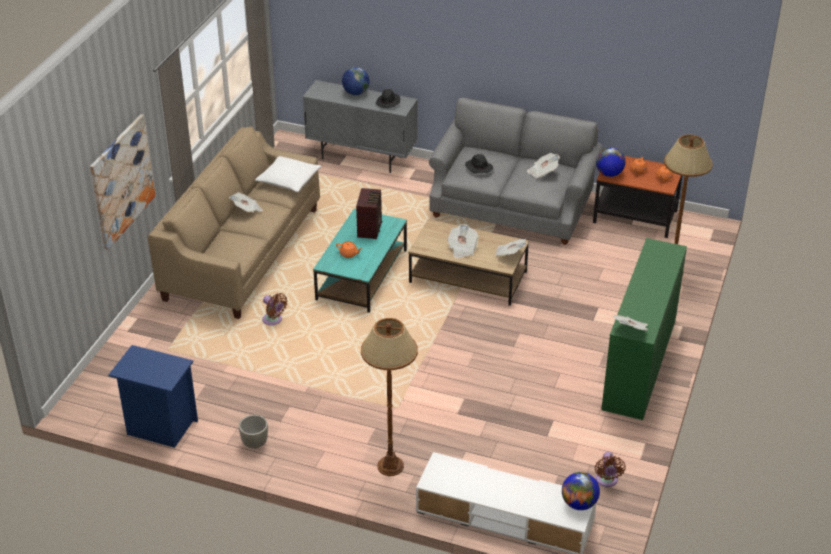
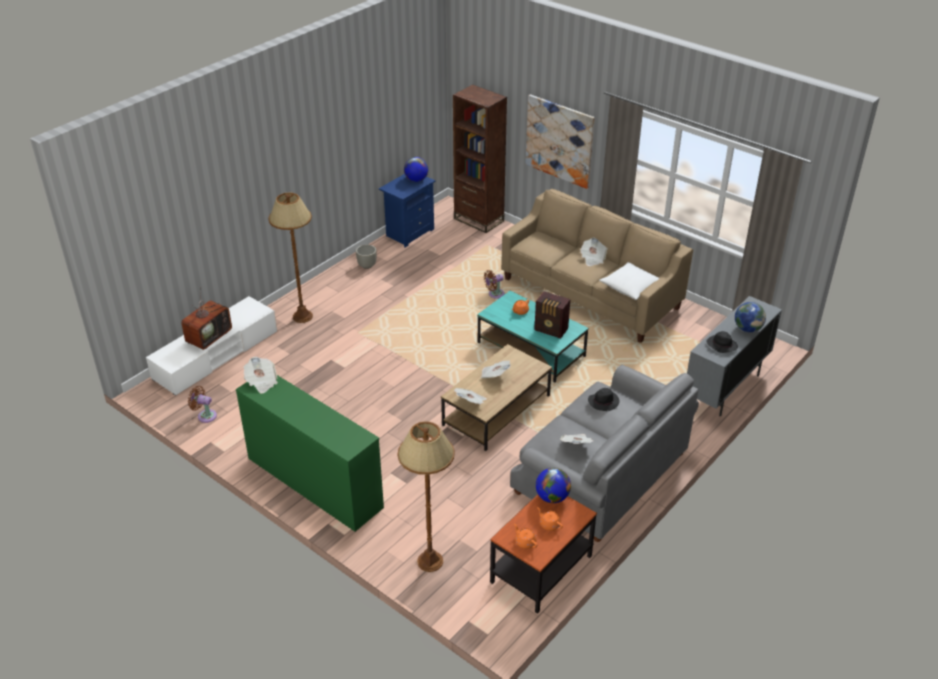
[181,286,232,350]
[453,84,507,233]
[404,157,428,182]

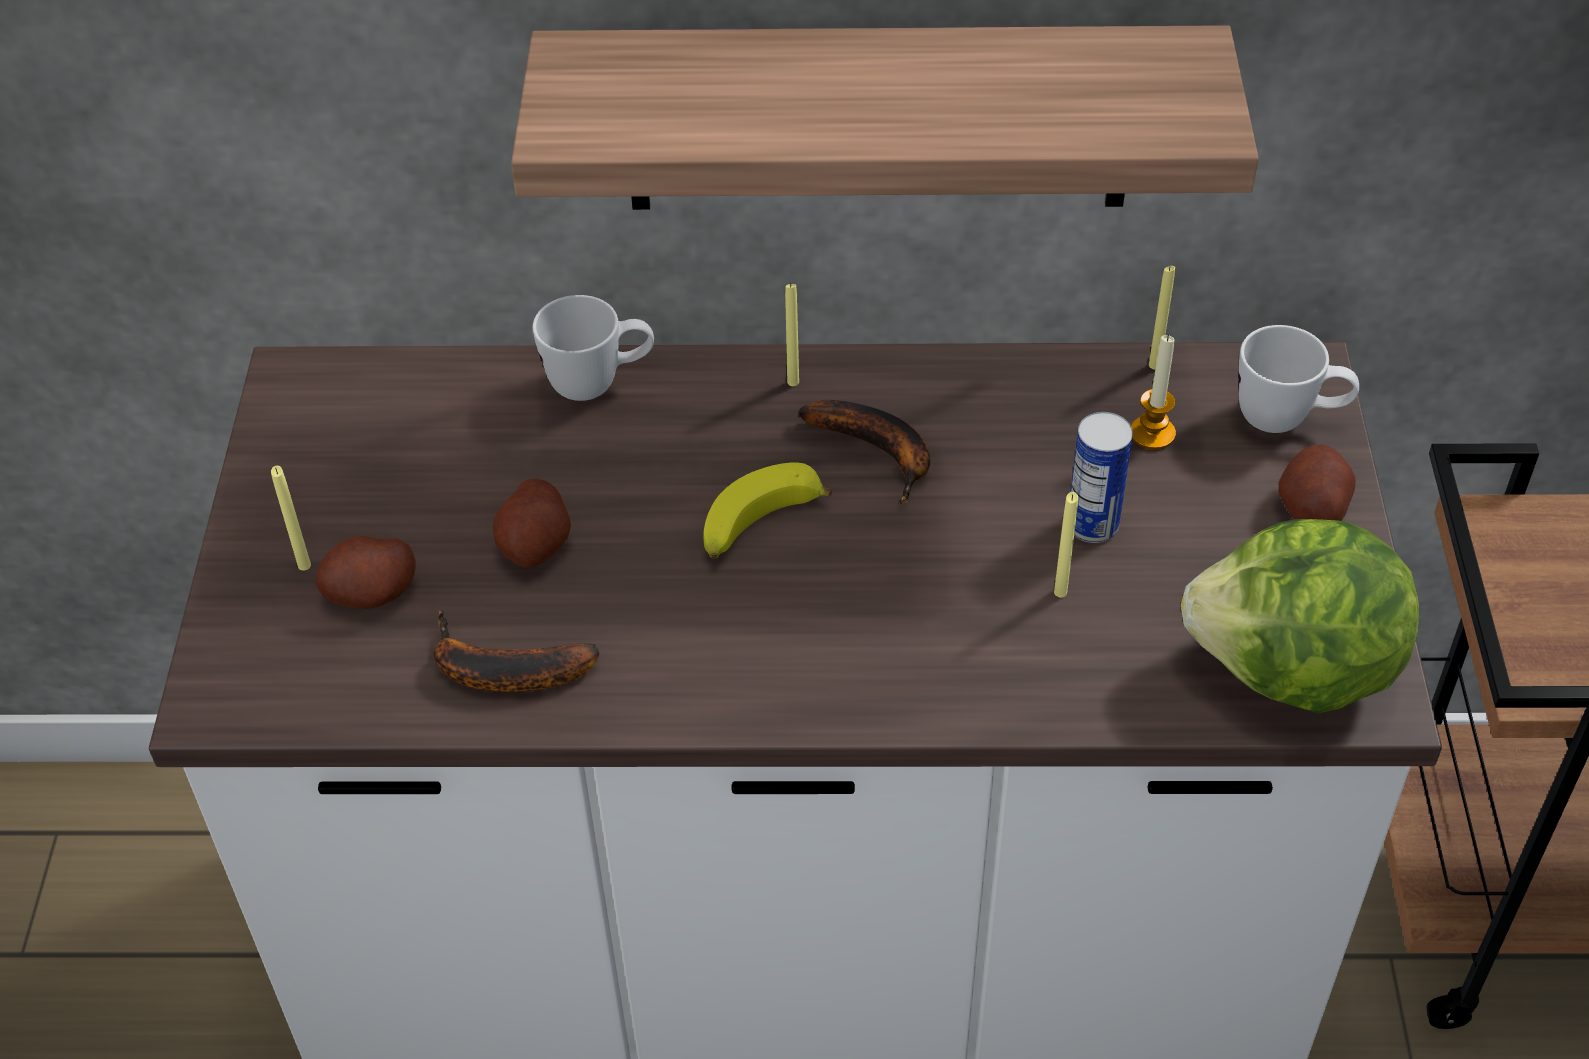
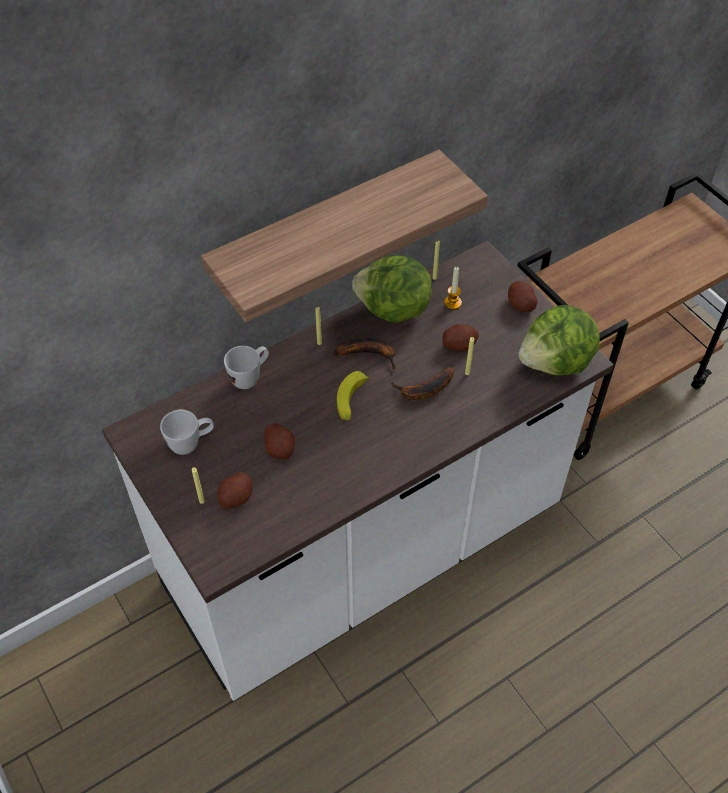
[352,255,432,323]
[391,365,454,400]
[160,410,214,455]
[442,324,479,351]

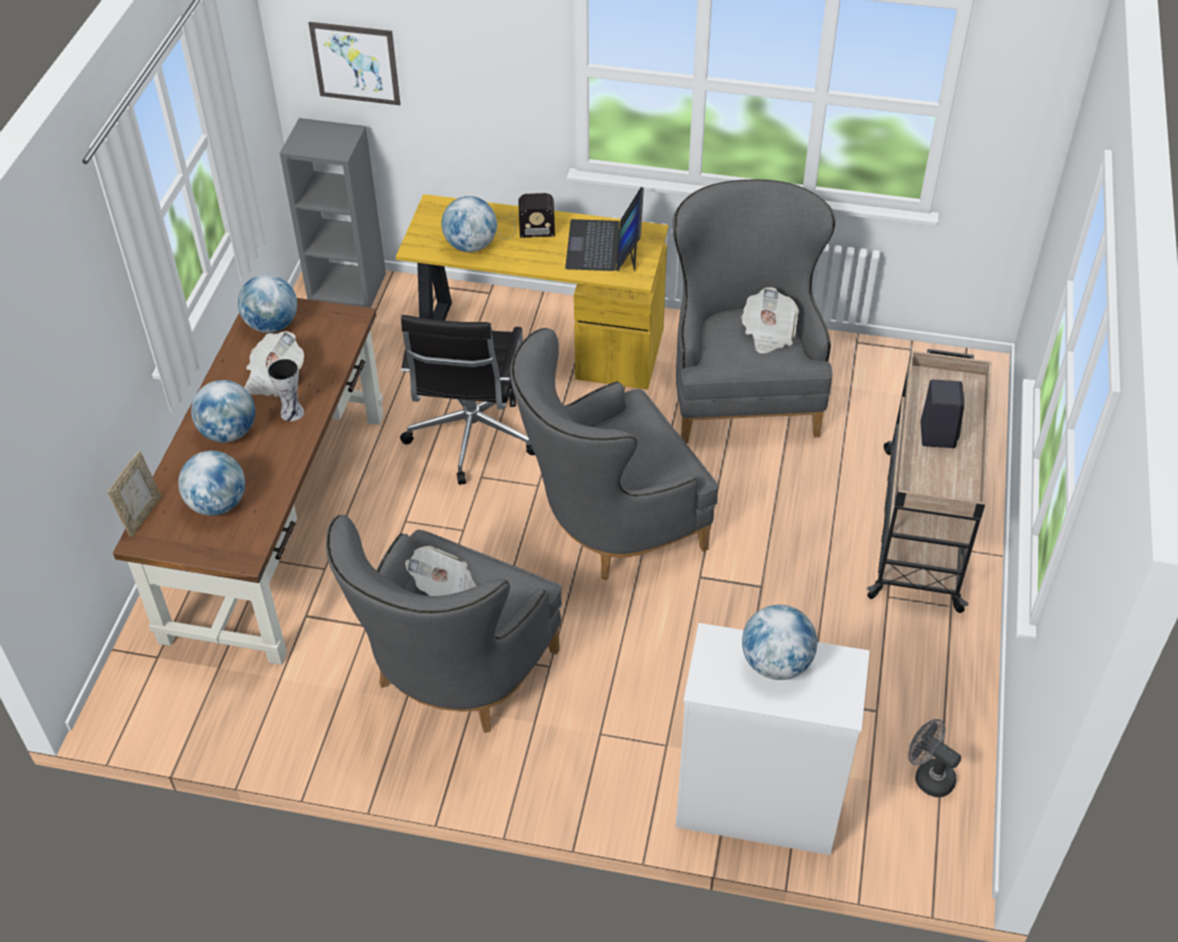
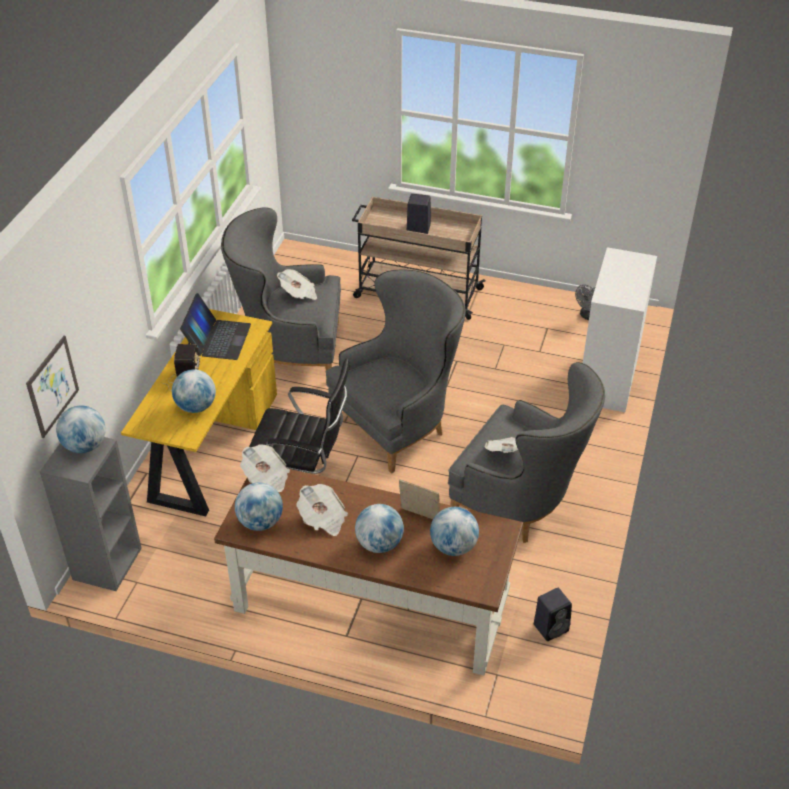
[267,358,304,421] (first image)
[240,444,290,492]
[534,588,572,641]
[399,479,440,519]
[56,406,106,453]
[326,270,466,474]
[180,293,251,360]

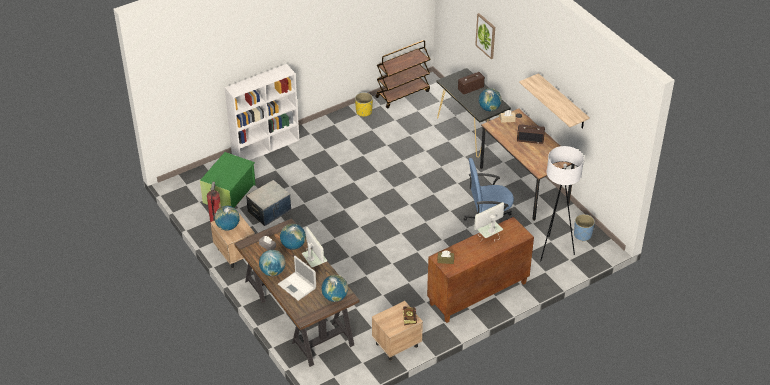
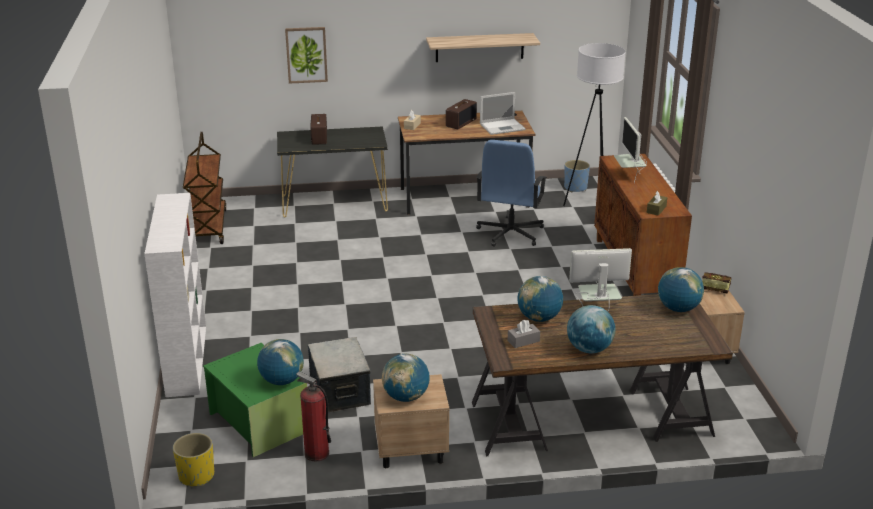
[480,92,526,135]
[173,433,214,486]
[257,339,304,385]

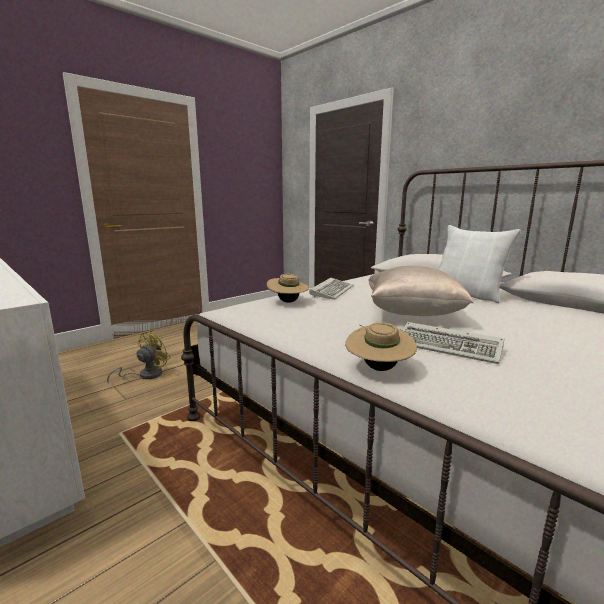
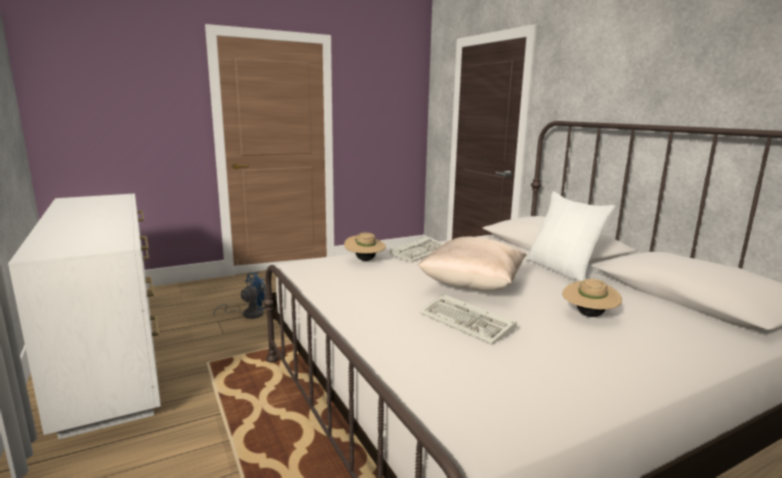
[562,279,622,317]
[213,272,266,319]

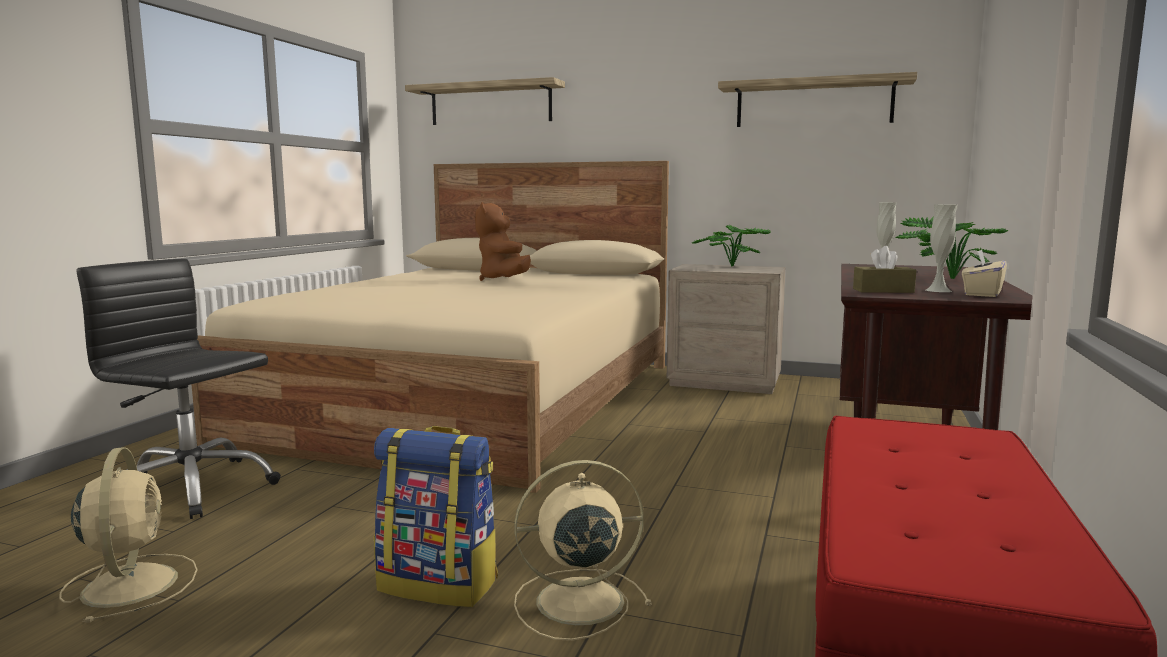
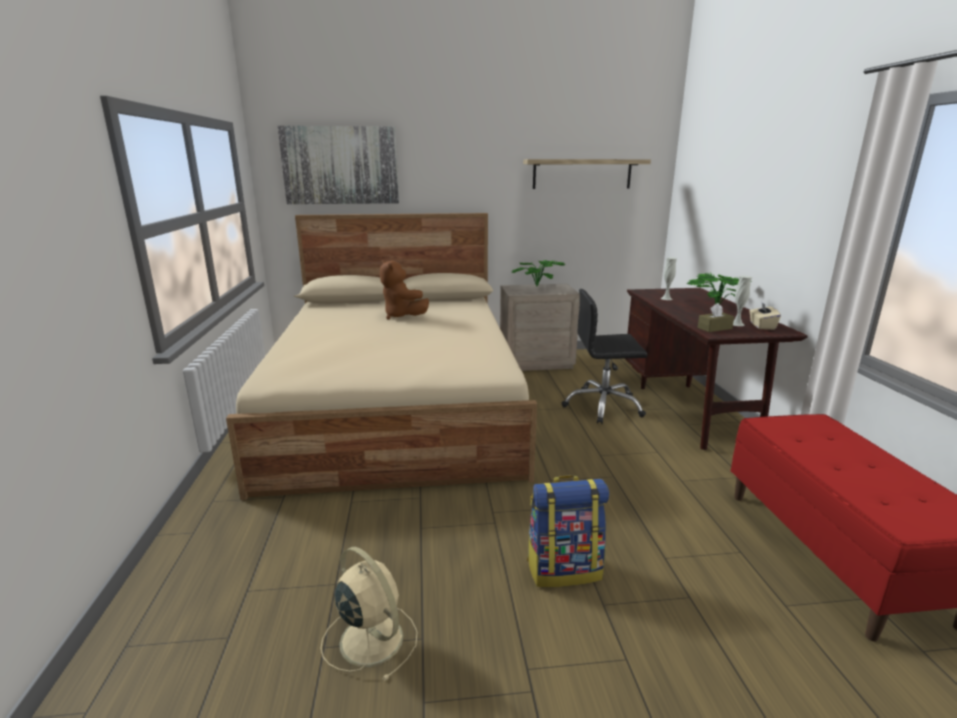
[514,460,652,641] (first image)
[562,289,647,424]
[278,126,399,204]

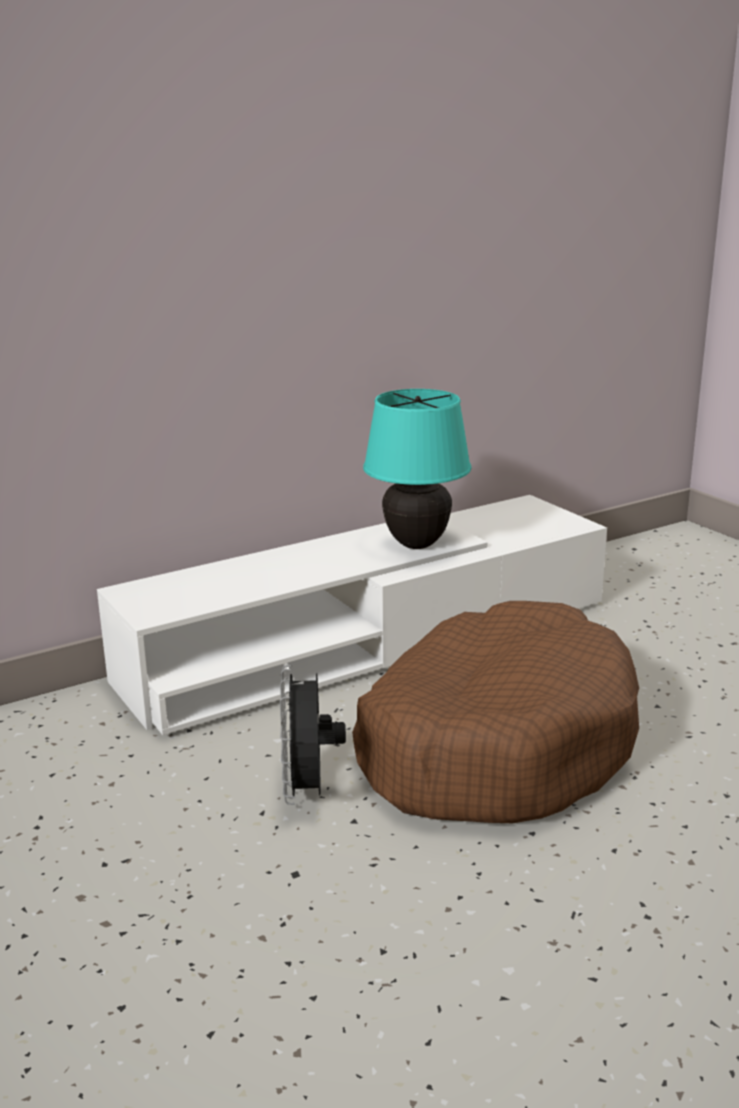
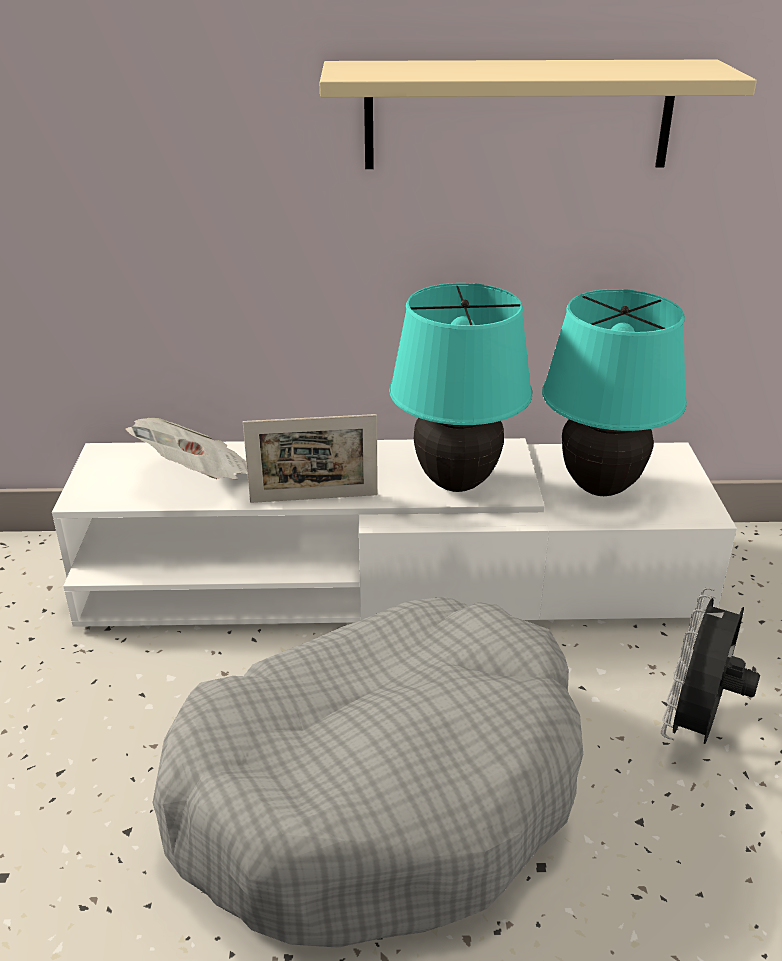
[125,418,247,480]
[243,414,378,503]
[320,60,757,169]
[542,289,687,496]
[661,587,760,744]
[153,596,583,948]

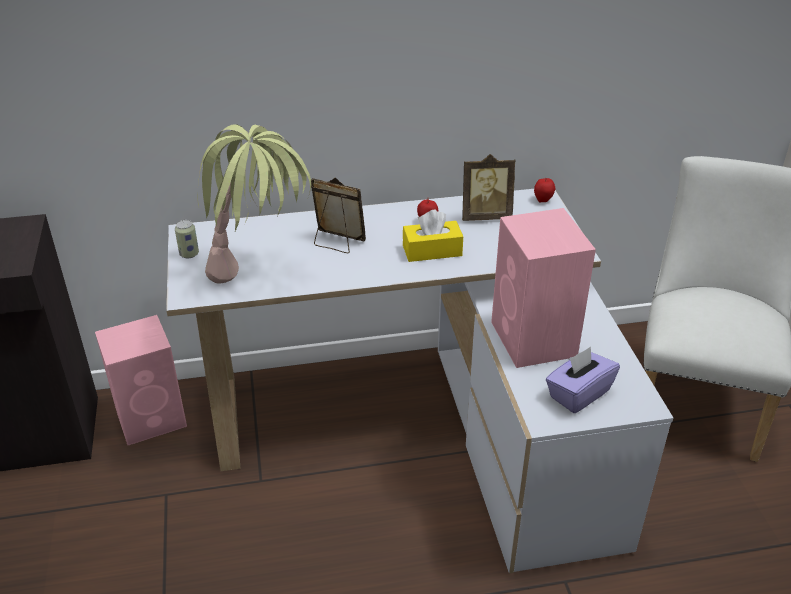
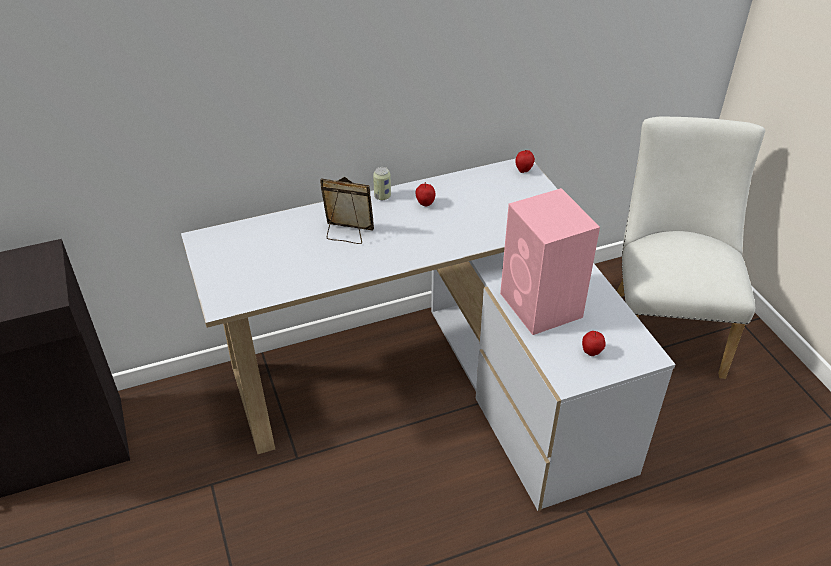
[95,315,187,445] (first image)
[197,124,311,284] (first image)
[403,210,463,262] (first image)
[462,154,516,221] (first image)
[373,167,391,200]
[582,331,606,356]

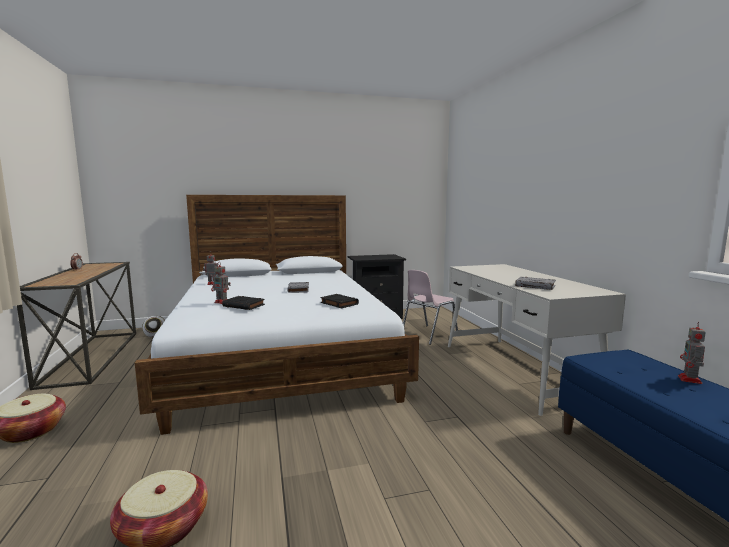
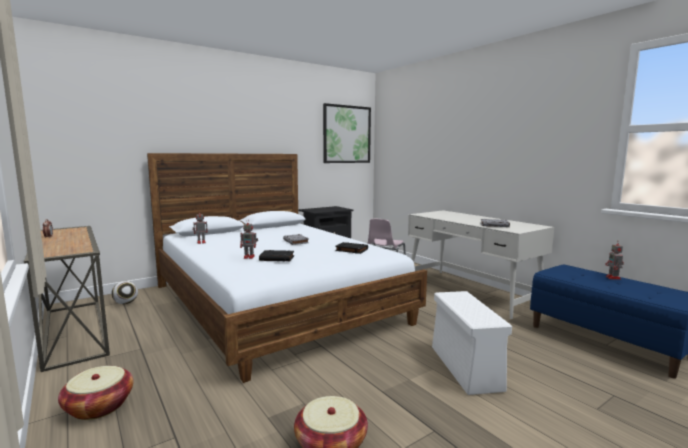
[323,103,371,163]
[432,291,512,395]

